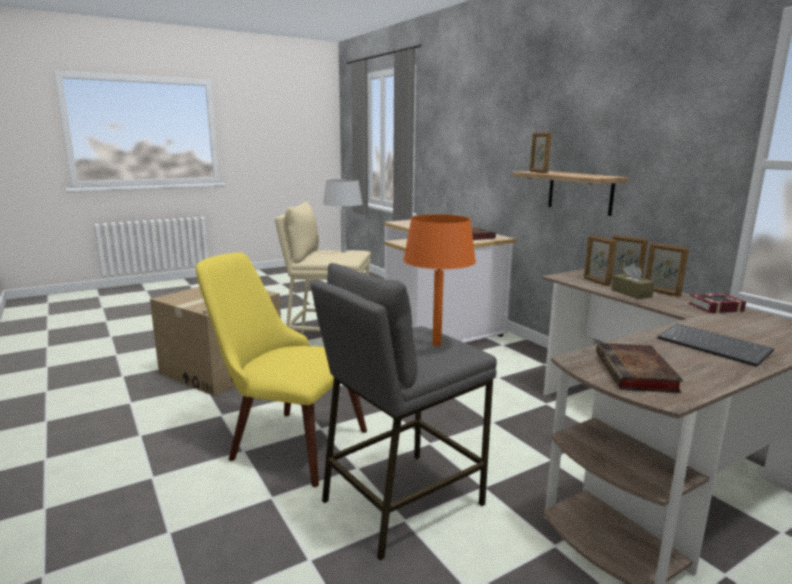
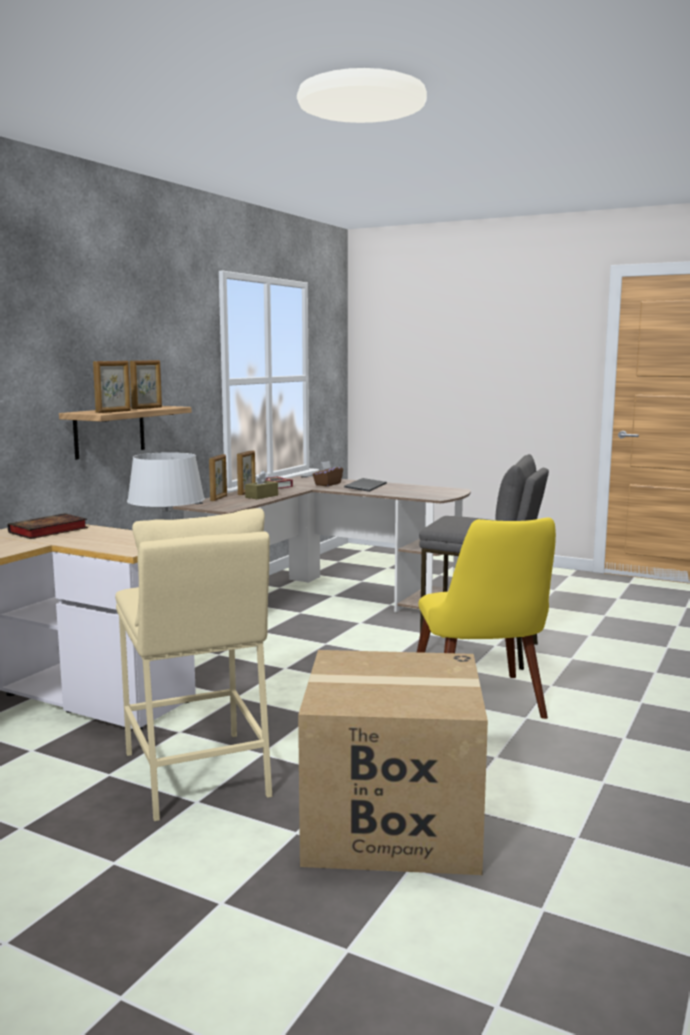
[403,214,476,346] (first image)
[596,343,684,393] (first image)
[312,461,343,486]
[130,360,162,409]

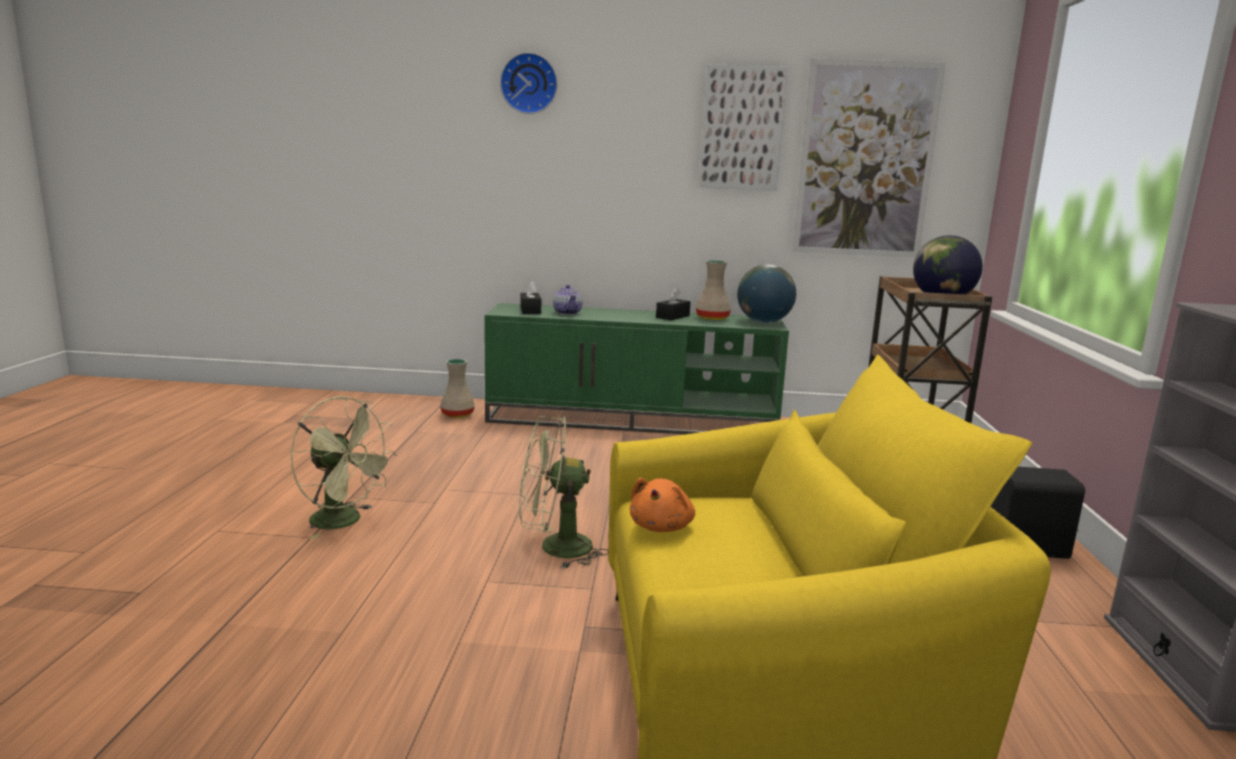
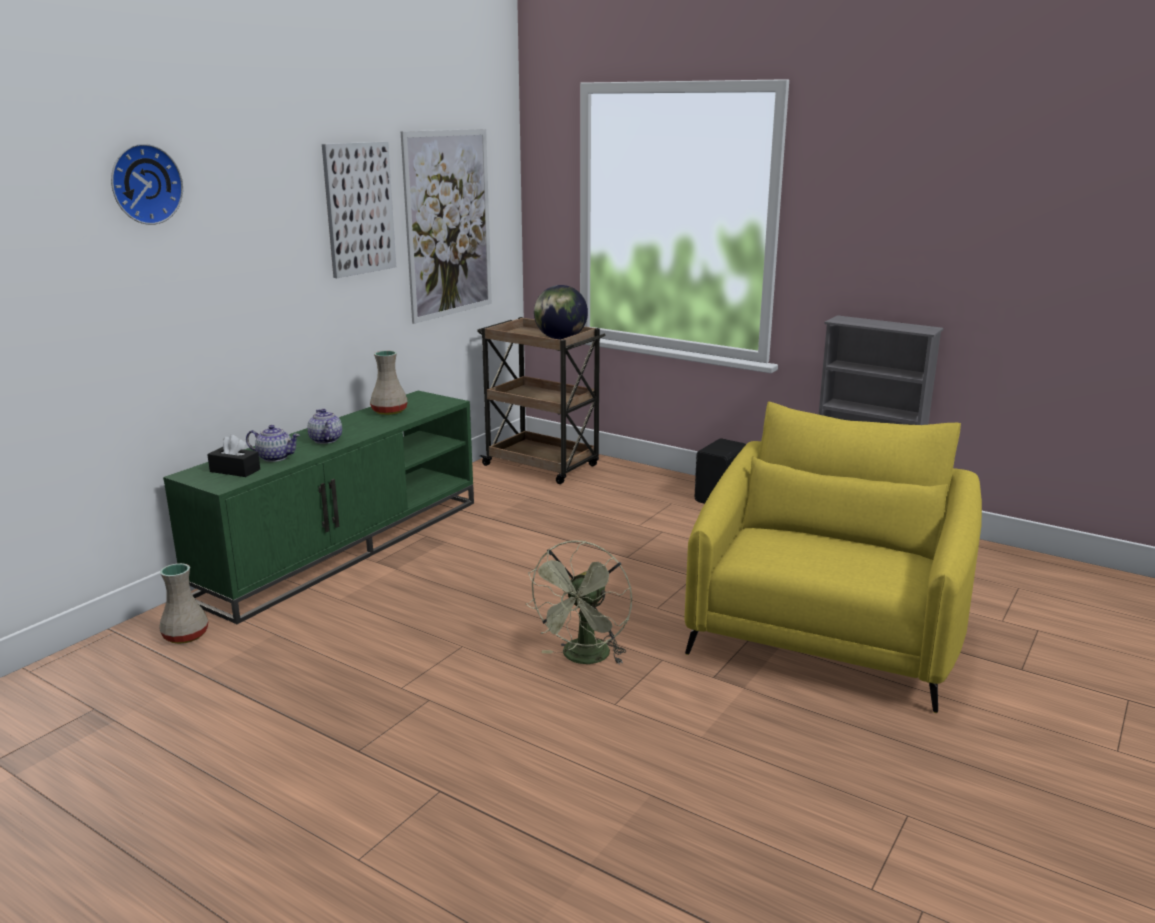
[291,396,397,540] (first image)
[630,478,695,532] (first image)
[656,288,691,320] (first image)
[737,264,796,323] (first image)
[308,409,342,444]

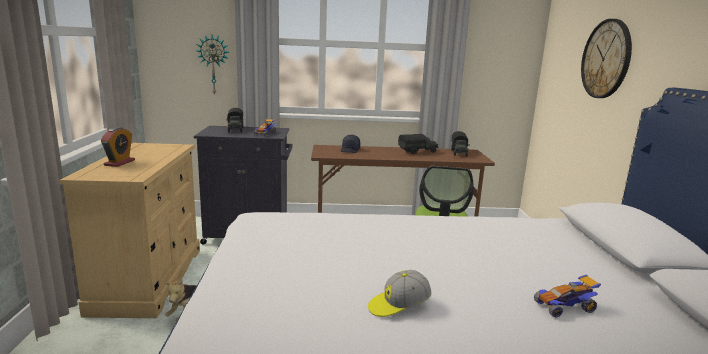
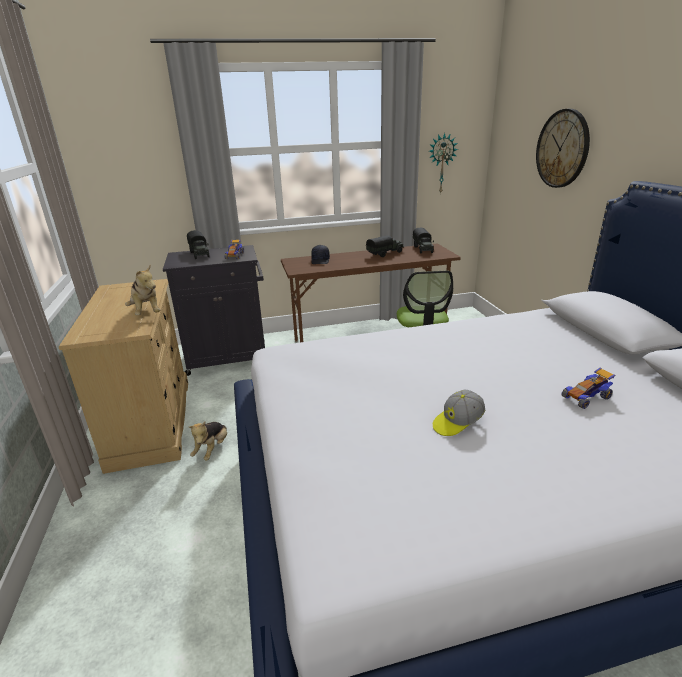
[101,127,135,167] (first image)
[125,265,160,315]
[429,133,458,194]

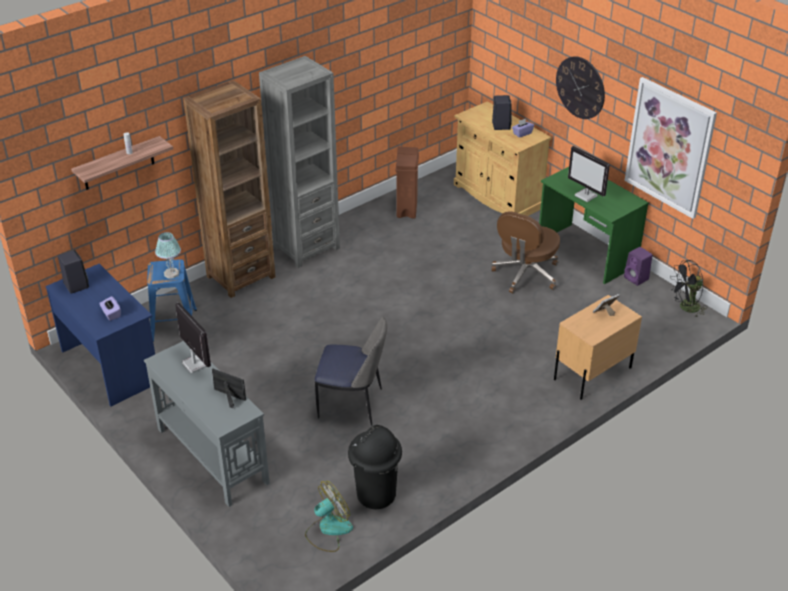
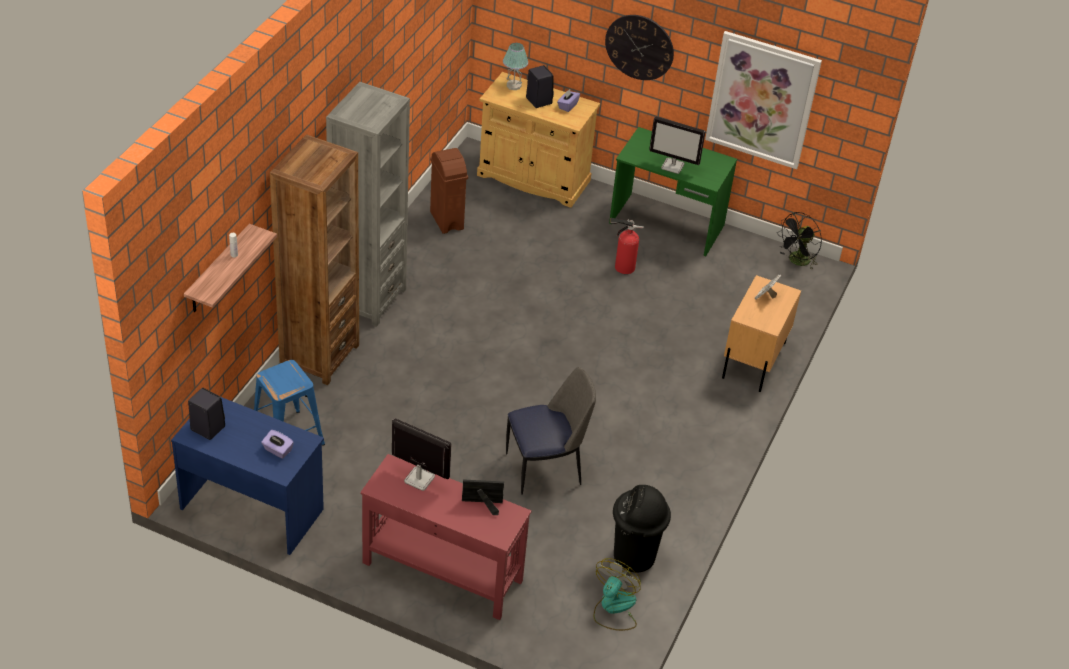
[624,247,653,286] (first image)
[503,43,528,90]
[610,218,644,274]
[360,454,532,620]

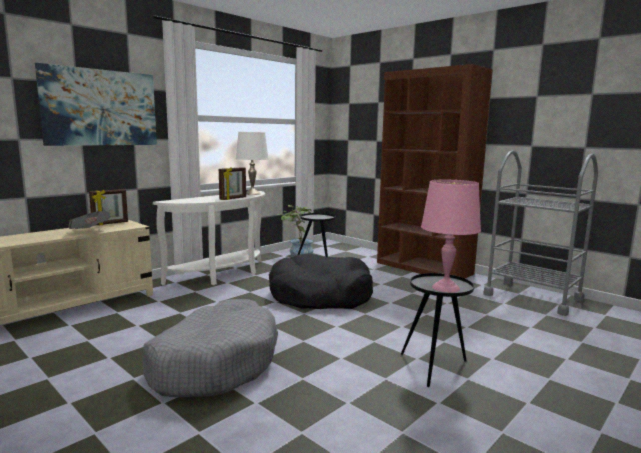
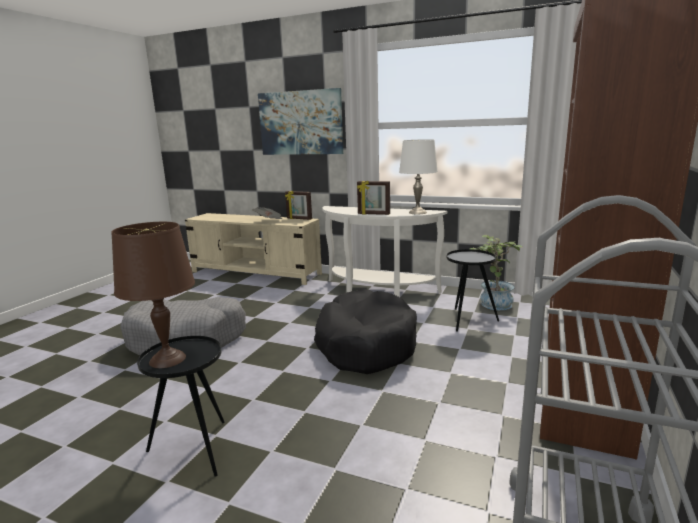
[111,222,195,368]

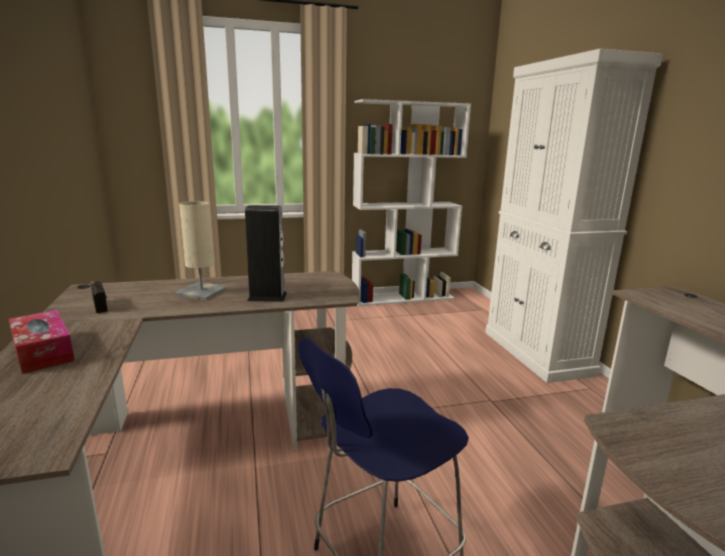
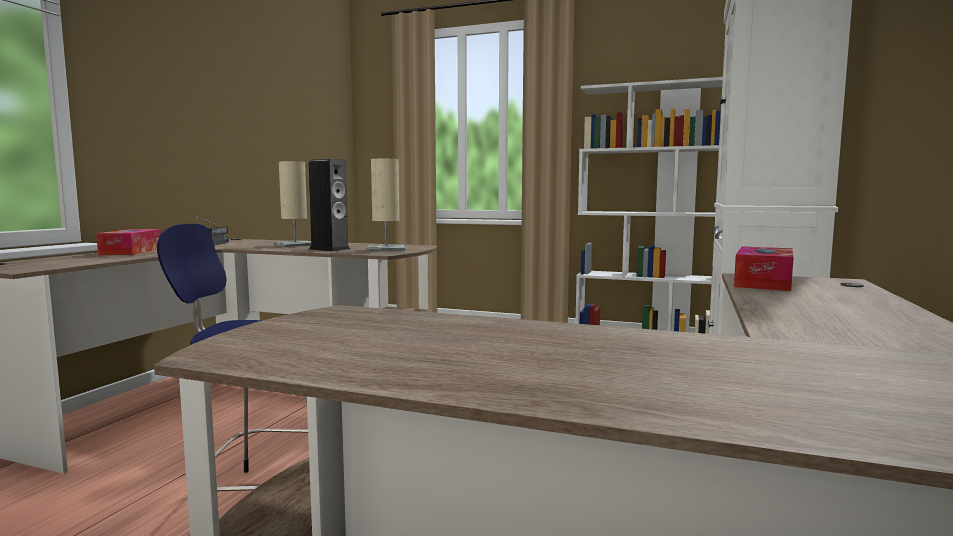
[368,159,405,252]
[734,246,794,291]

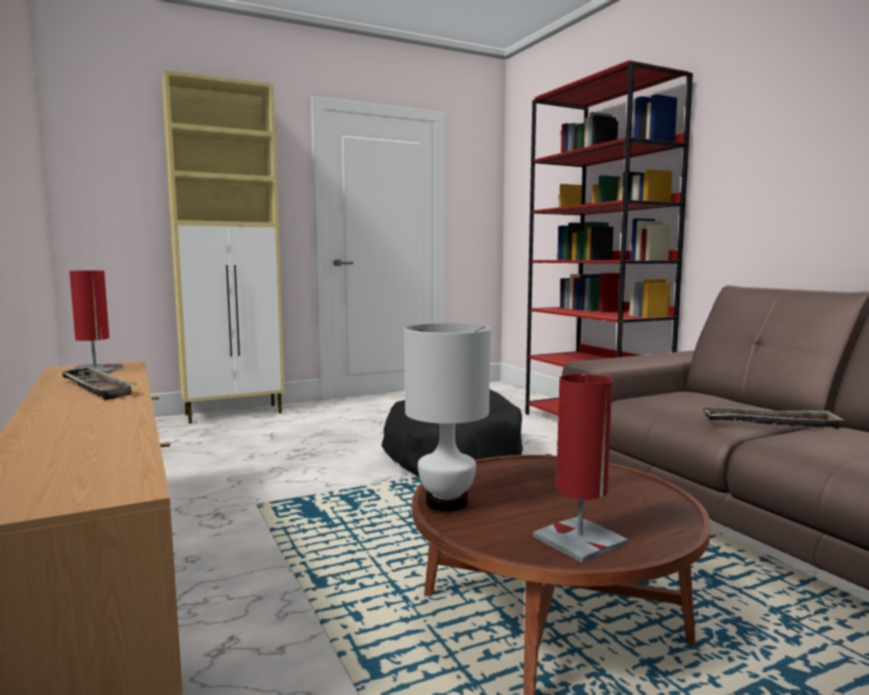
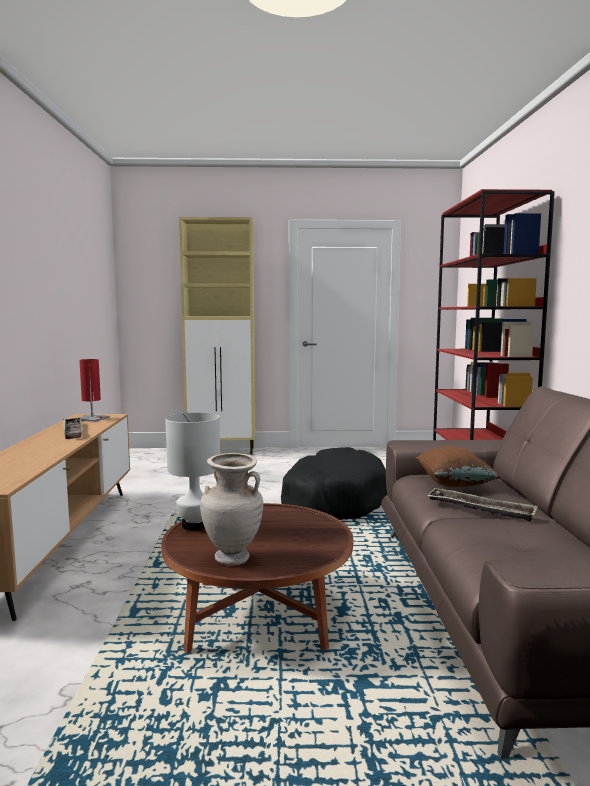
[416,446,502,487]
[200,453,263,566]

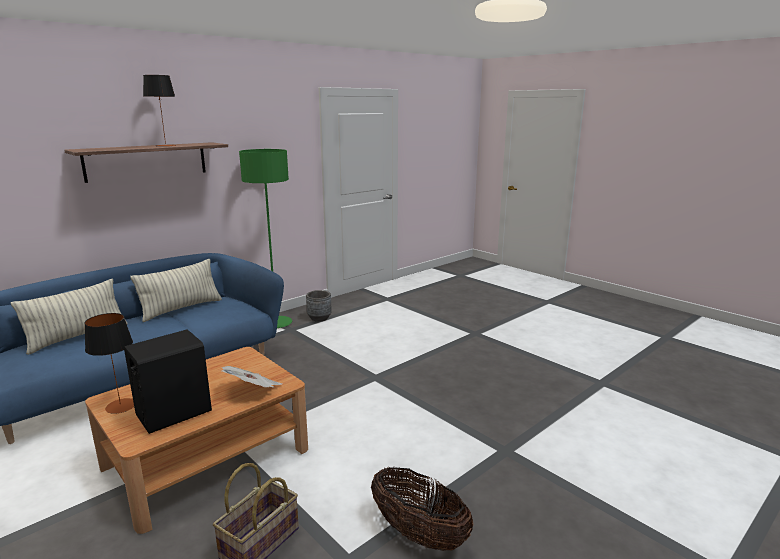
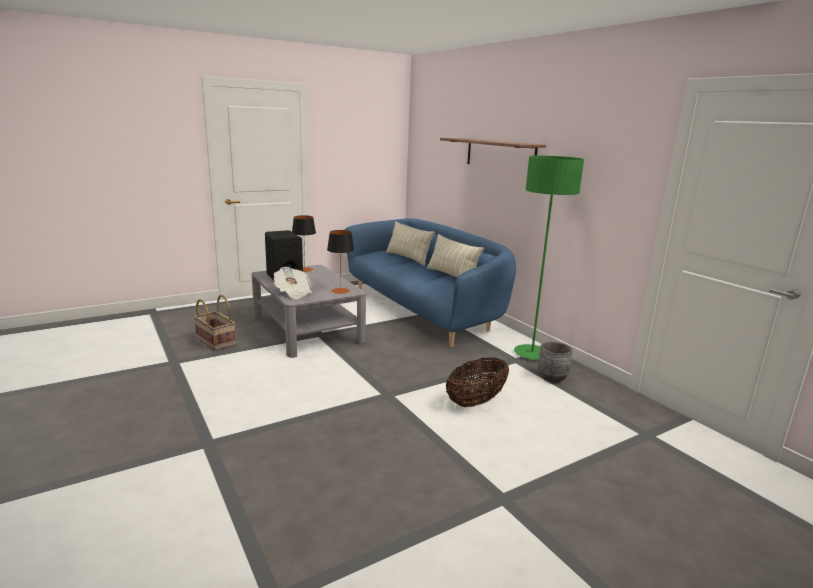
[327,230,354,294]
[446,357,509,407]
[251,265,366,358]

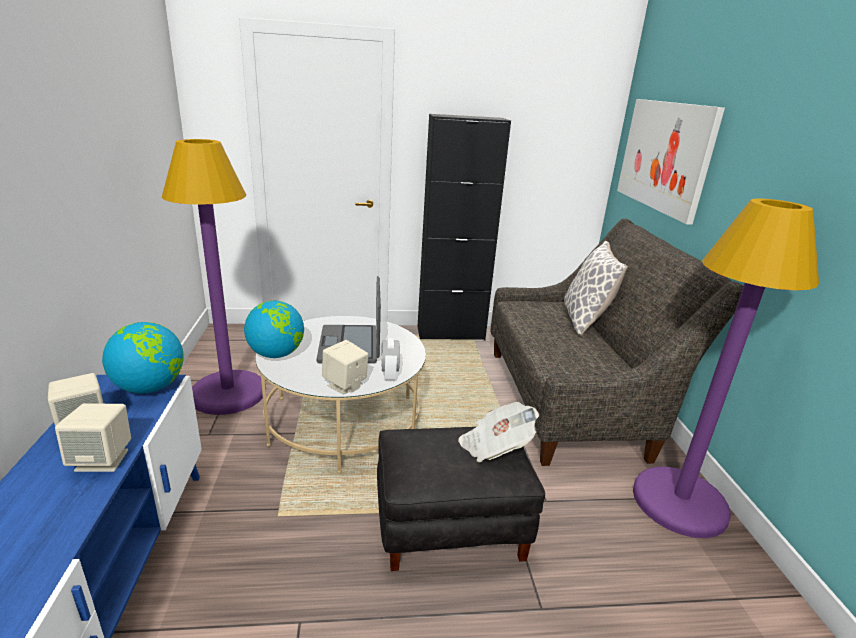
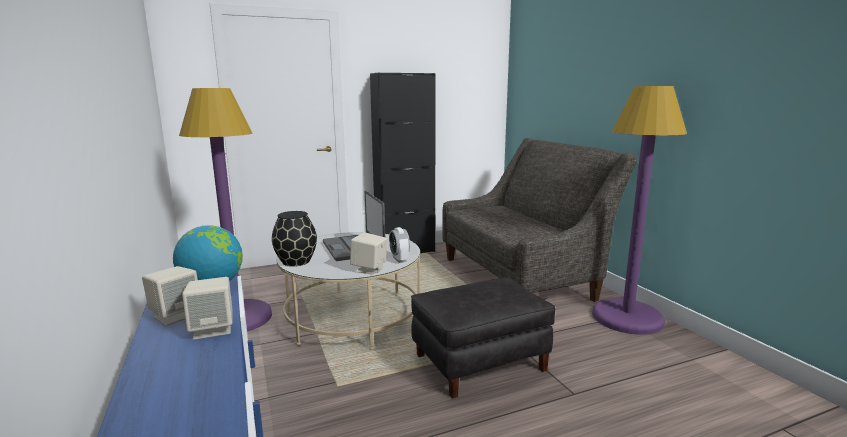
[458,402,539,463] (first image)
[564,241,628,336] (first image)
[617,99,725,225] (first image)
[272,211,317,266]

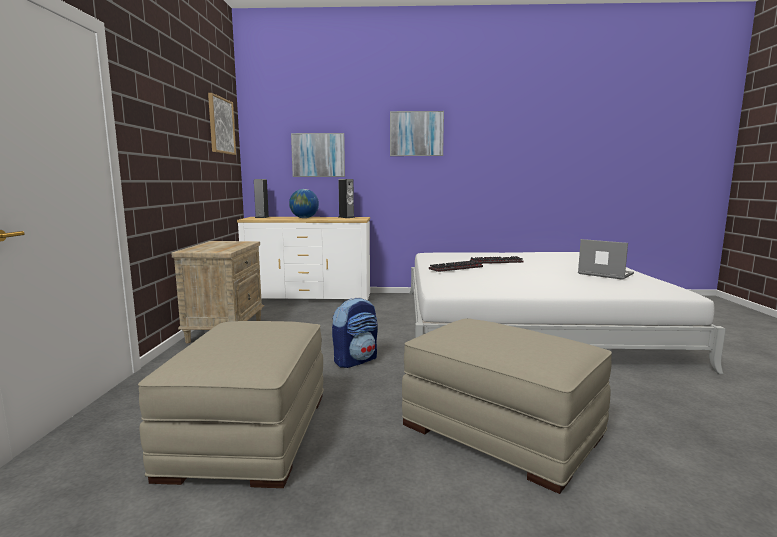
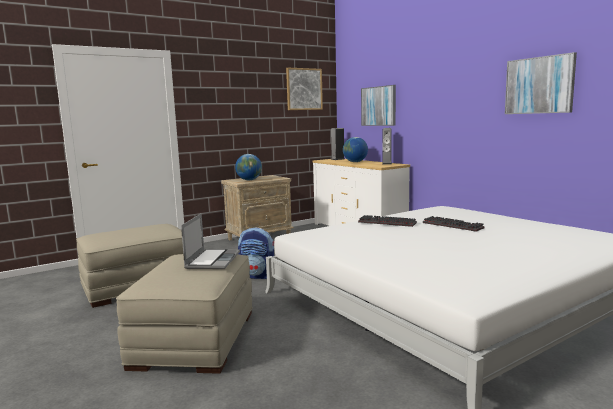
[235,154,262,180]
[505,52,577,114]
[181,213,240,269]

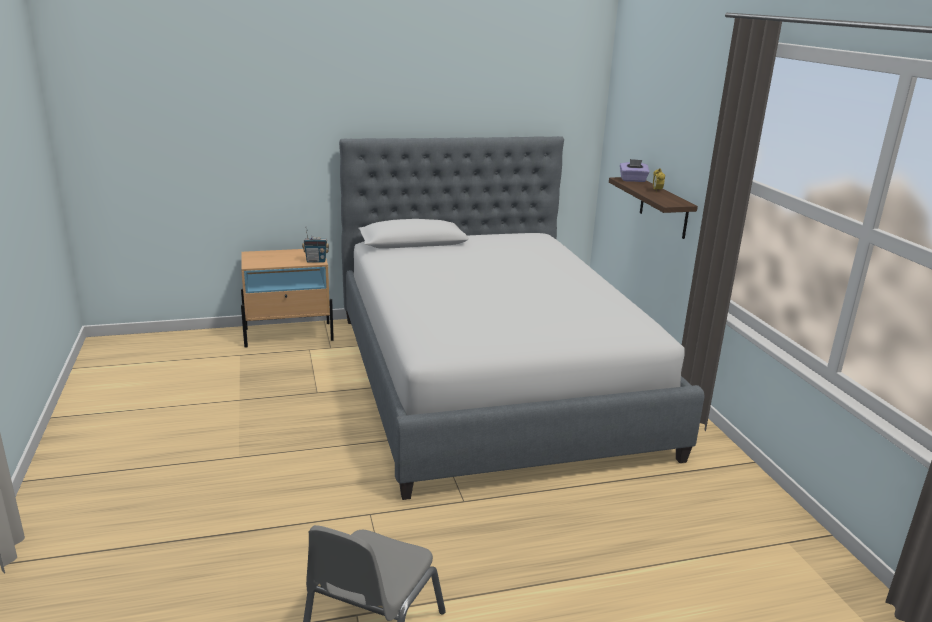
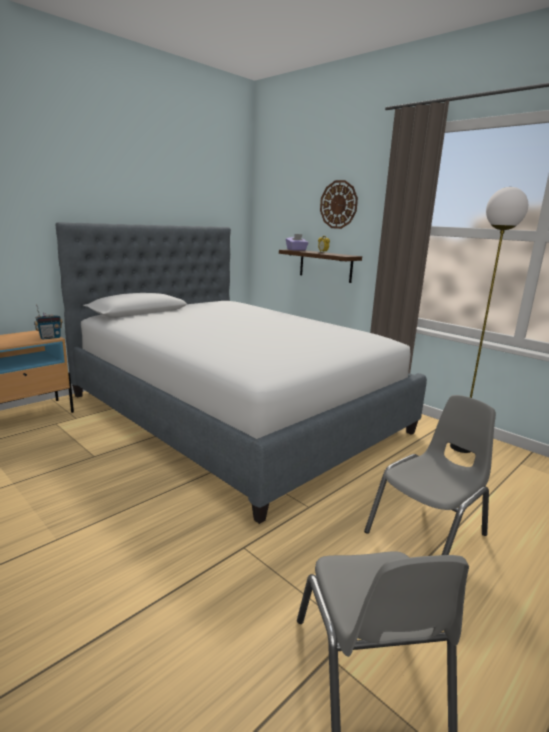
[320,180,358,229]
[364,395,496,555]
[450,187,528,453]

